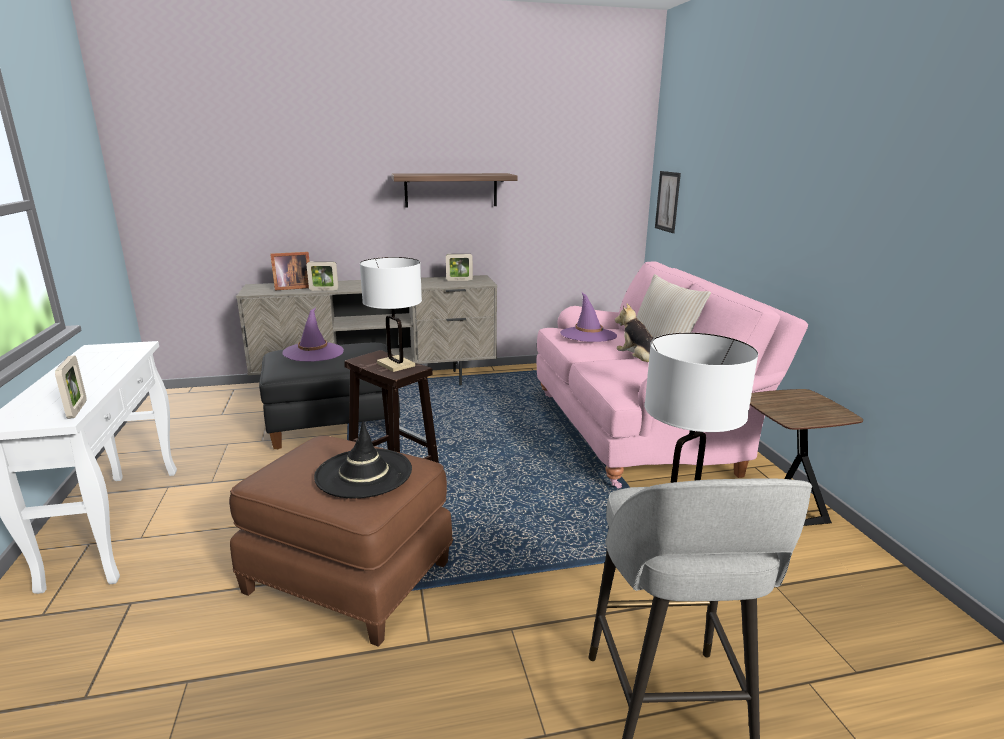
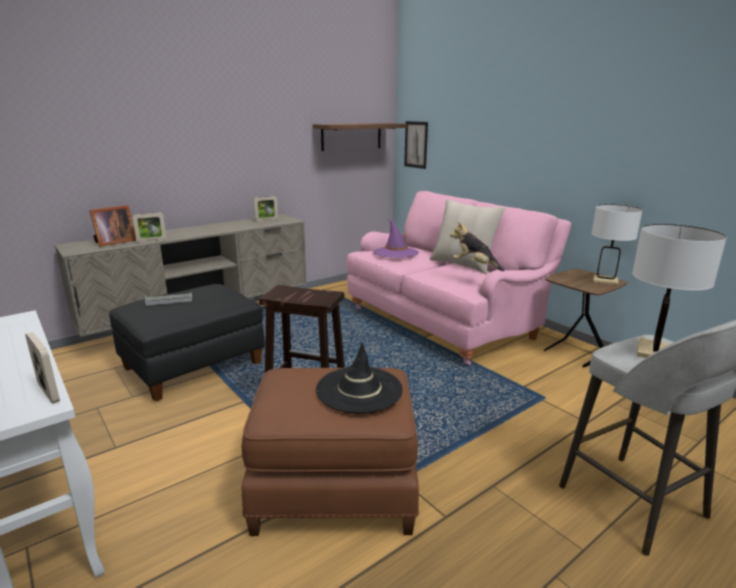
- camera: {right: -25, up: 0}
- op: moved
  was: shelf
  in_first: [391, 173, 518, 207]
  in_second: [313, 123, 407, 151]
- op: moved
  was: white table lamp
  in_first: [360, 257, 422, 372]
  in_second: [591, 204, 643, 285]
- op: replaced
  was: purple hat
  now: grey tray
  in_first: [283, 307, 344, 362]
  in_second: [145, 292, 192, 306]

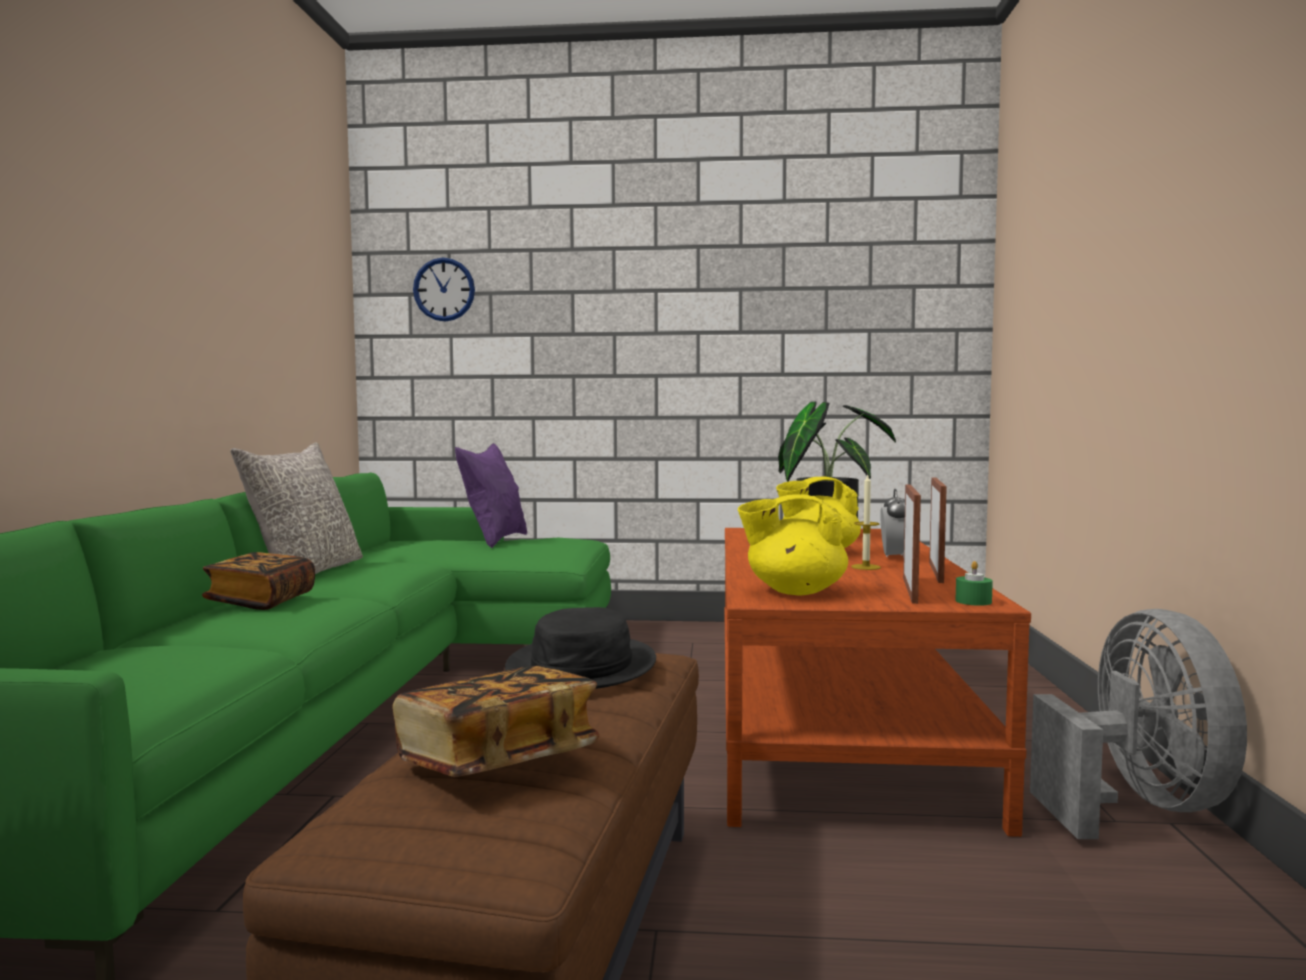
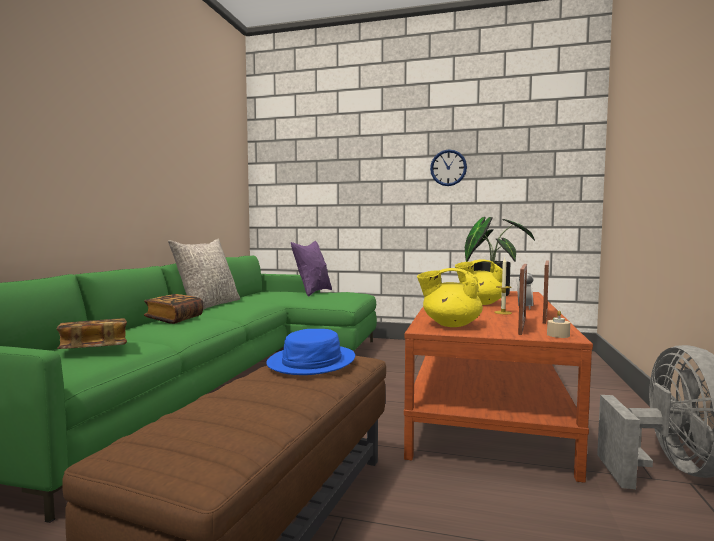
- camera: {right: 10, up: 0}
- op: moved
  was: wall clock
  in_first: [413, 257, 475, 321]
  in_second: [430, 149, 467, 186]
- op: recoloured
  was: green candle
  now: beige candle
  in_first: [956, 561, 993, 606]
  in_second: [547, 310, 570, 338]
- op: recoloured
  was: black hat
  now: blue hat
  in_first: [505, 607, 656, 689]
  in_second: [266, 329, 355, 375]
- op: moved
  was: book
  in_first: [392, 666, 599, 777]
  in_second: [57, 318, 127, 349]

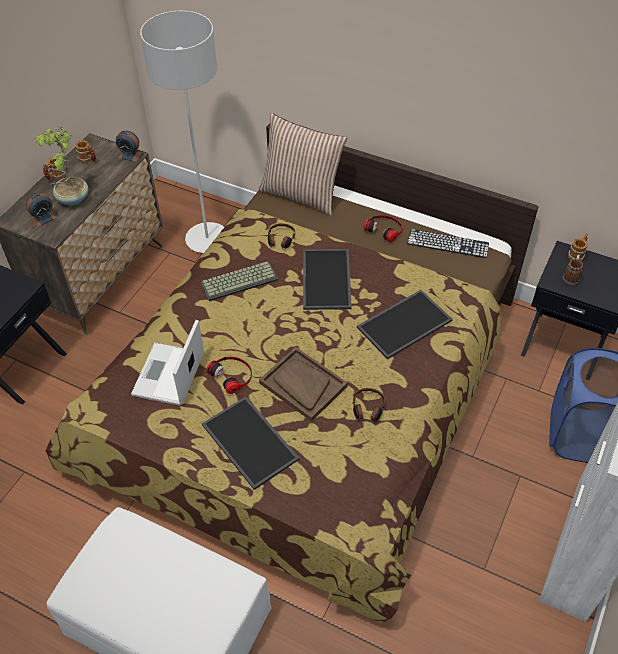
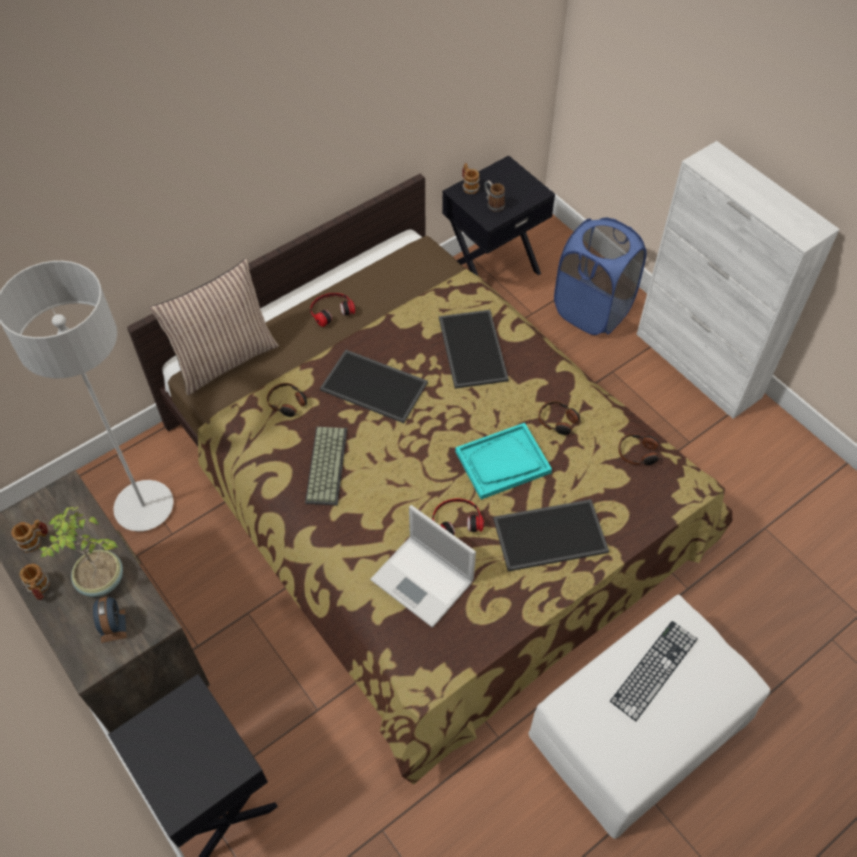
- camera: {right: -65, up: 5}
- op: removed
  was: alarm clock
  in_first: [116, 131, 143, 162]
- op: moved
  was: keyboard
  in_first: [407, 229, 489, 258]
  in_second: [610, 621, 698, 721]
- op: recoloured
  was: brown tray
  now: turquoise tray
  in_first: [259, 347, 348, 422]
  in_second: [455, 423, 552, 500]
- op: added
  now: headphones
  in_second: [618, 434, 662, 465]

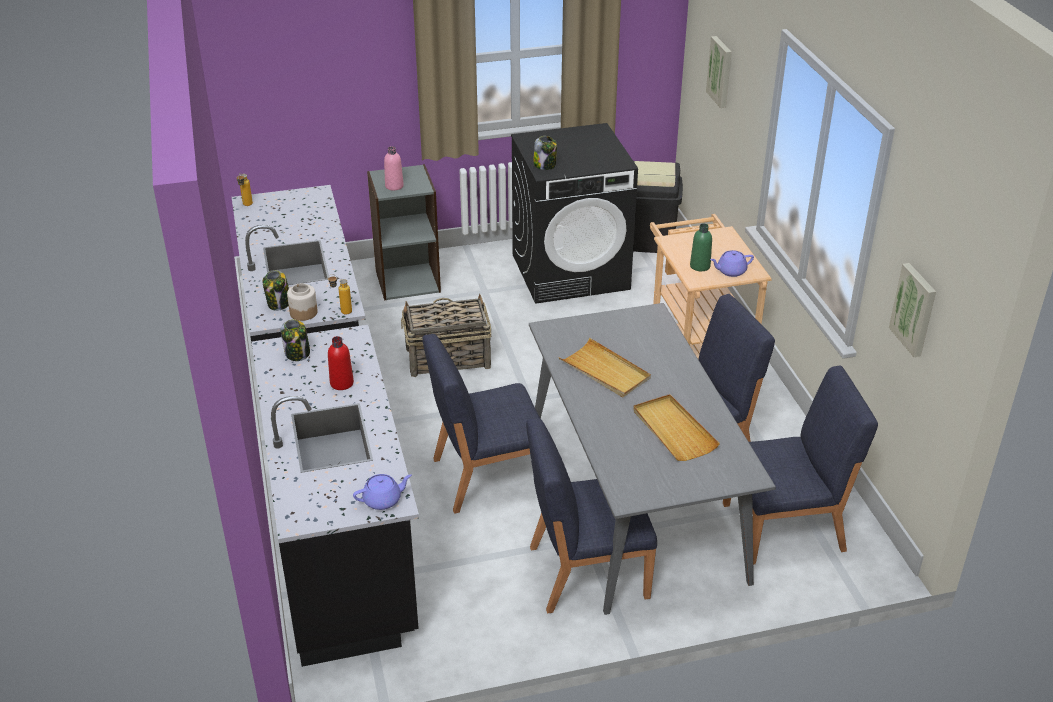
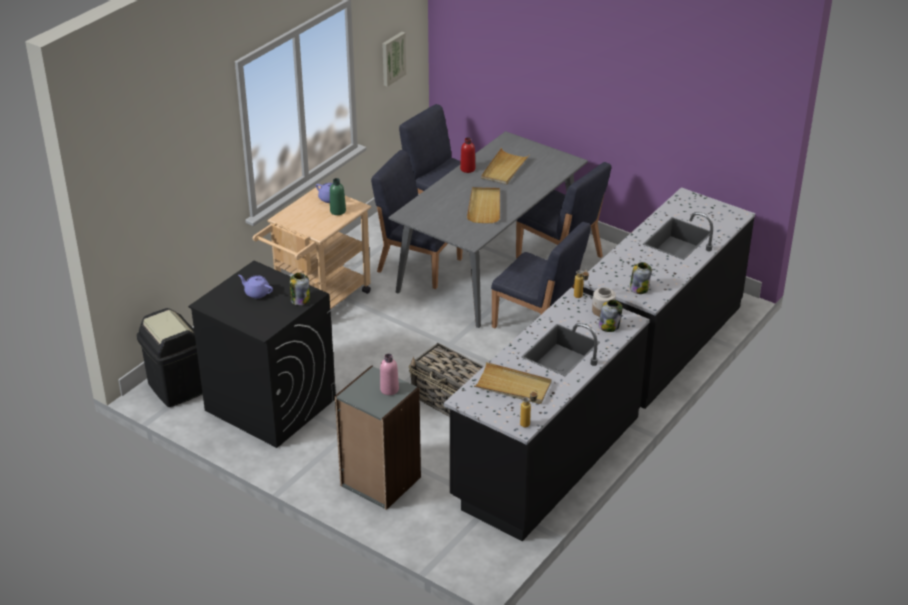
- camera: {right: -130, up: 0}
- op: removed
  was: picture
  in_first: [706, 36, 732, 108]
- op: moved
  was: red bottle
  in_first: [328, 336, 354, 390]
  in_second: [460, 137, 475, 173]
- op: moved
  was: purple teapot
  in_first: [353, 474, 412, 510]
  in_second: [238, 275, 273, 298]
- op: added
  now: beige tray
  in_second: [474, 362, 552, 404]

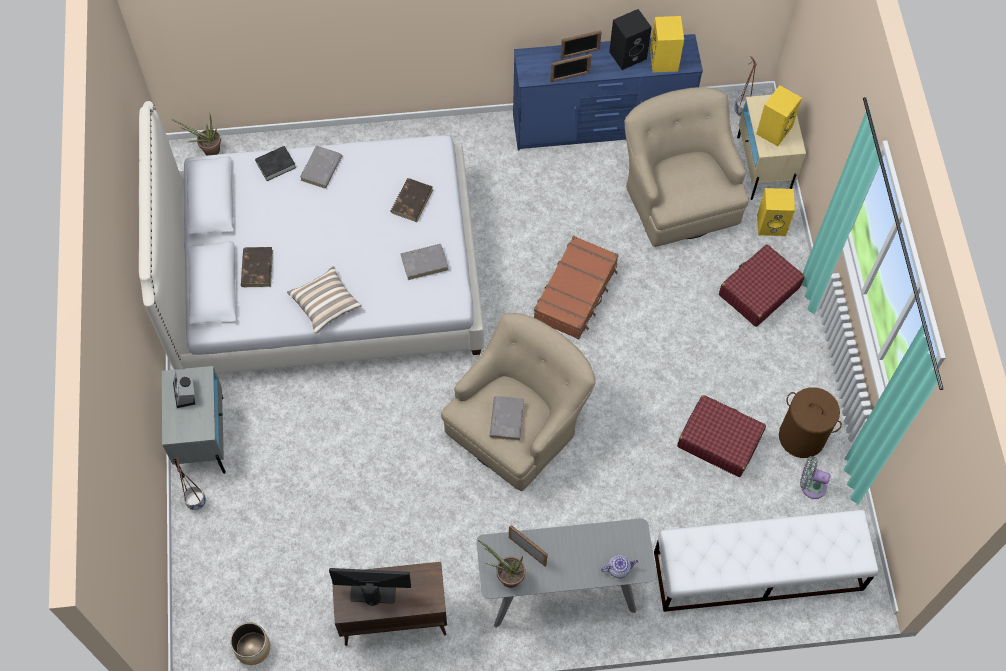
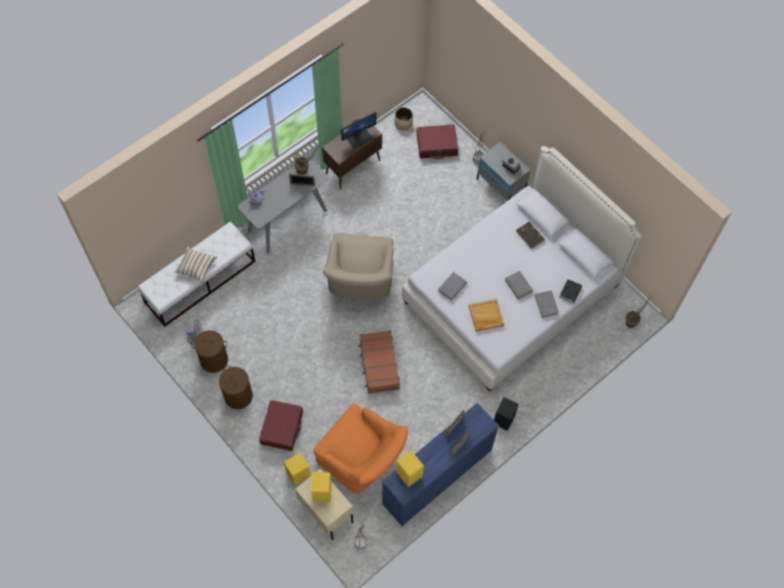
- camera: {right: 145, up: 0}
- op: moved
  was: black speaker
  in_first: [609, 9, 652, 70]
  in_second: [494, 397, 519, 431]
- op: recoloured
  was: beige armchair
  now: orange armchair
  in_first: [624, 87, 749, 247]
  in_second: [313, 403, 408, 493]
- op: replaced
  was: brown book
  now: beige tray
  in_first: [390, 178, 433, 222]
  in_second: [469, 299, 504, 332]
- op: moved
  was: pillow
  in_first: [287, 266, 362, 334]
  in_second: [174, 246, 217, 283]
- op: moved
  was: red suitcase
  in_first: [677, 395, 766, 477]
  in_second: [417, 124, 458, 159]
- op: moved
  was: grey book
  in_first: [490, 396, 524, 441]
  in_second: [505, 271, 533, 299]
- op: added
  now: brown laundry basket
  in_second: [219, 366, 253, 409]

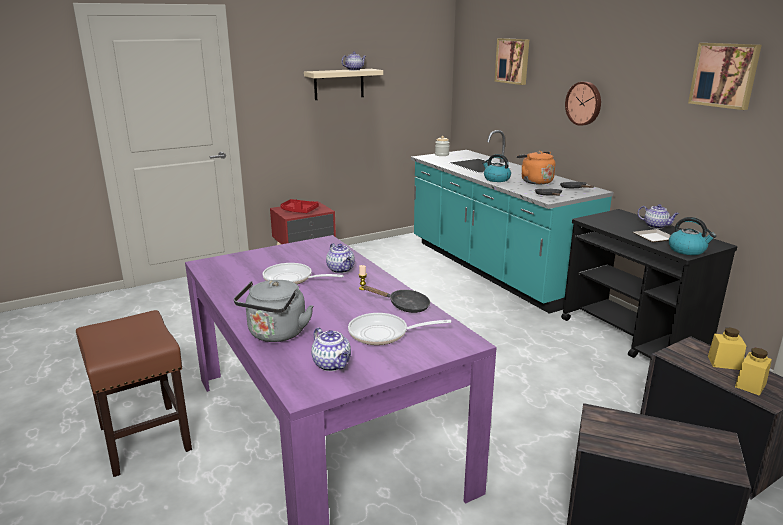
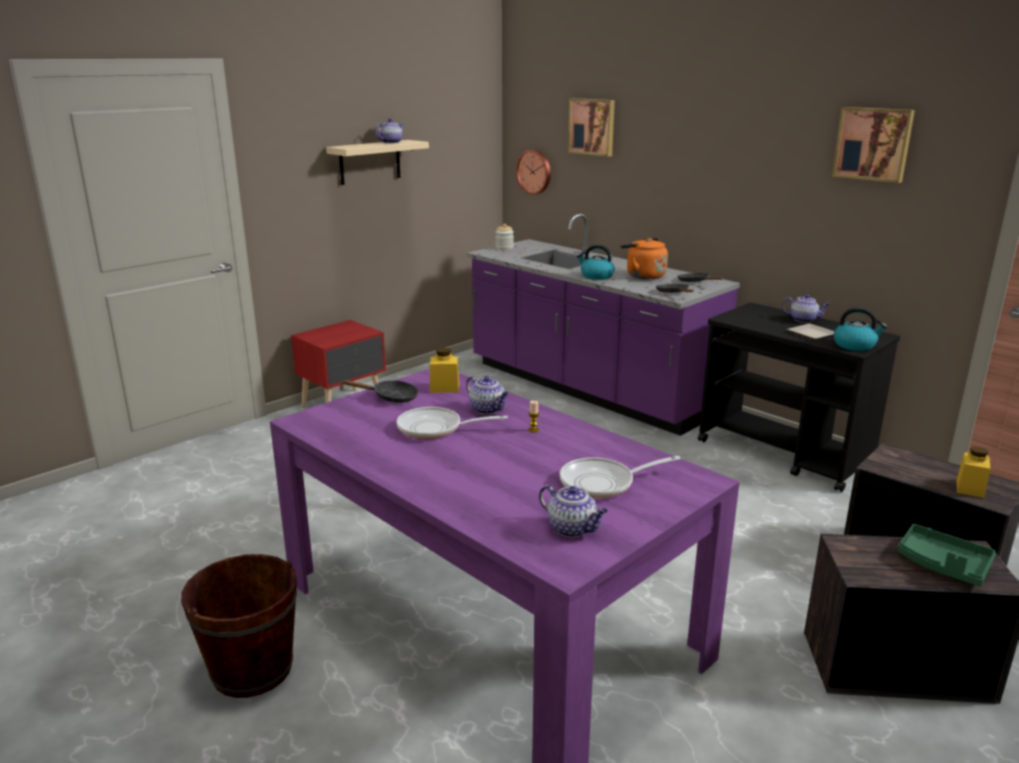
- camera: {right: -15, up: 0}
- op: moved
  was: wall clock
  in_first: [565, 82, 601, 126]
  in_second: [516, 150, 551, 195]
- op: recoloured
  was: turquoise counter
  now: purple counter
  in_first: [411, 130, 614, 314]
  in_second: [467, 214, 740, 436]
- op: removed
  was: red tray
  in_first: [280, 199, 319, 213]
- op: removed
  was: grey kettle
  in_first: [234, 280, 313, 342]
- op: moved
  was: black frying pan
  in_first: [363, 285, 430, 313]
  in_second: [343, 380, 418, 403]
- op: replaced
  was: brown stool
  now: brown bucket
  in_first: [76, 310, 192, 477]
  in_second: [181, 554, 297, 698]
- op: moved
  was: yellow jar
  in_first: [708, 327, 746, 370]
  in_second: [430, 347, 459, 393]
- op: added
  now: green tray
  in_second: [898, 524, 996, 586]

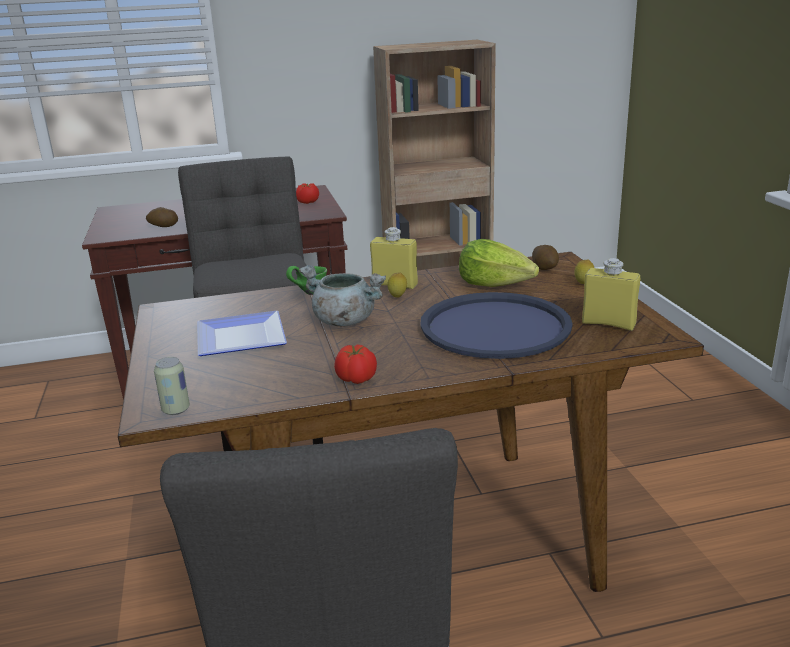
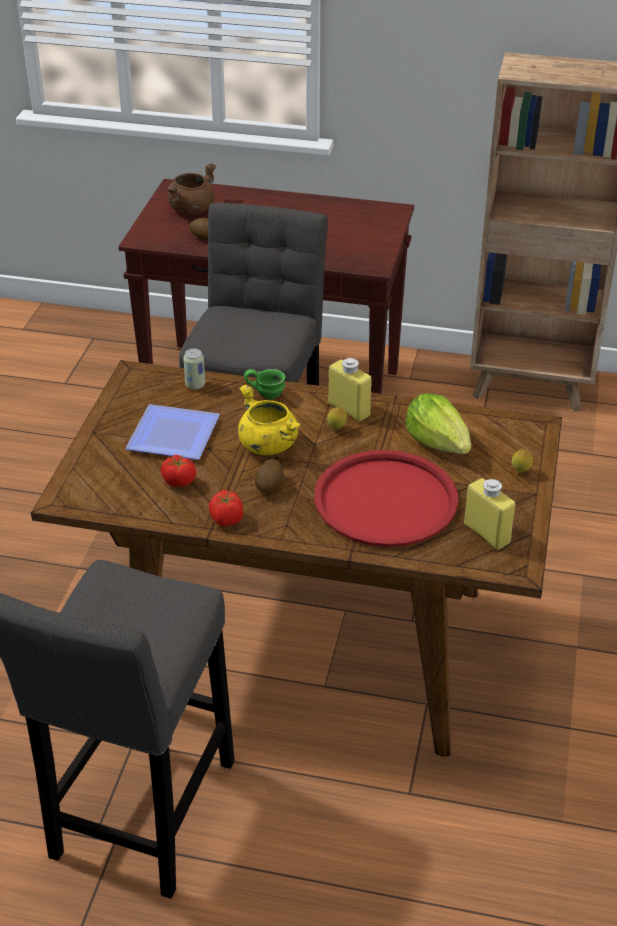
- camera: {right: 25, up: 15}
- op: moved
  was: tomato
  in_first: [296, 183, 319, 204]
  in_second: [161, 455, 196, 487]
- op: moved
  was: potato
  in_first: [532, 245, 559, 270]
  in_second: [255, 459, 284, 493]
- op: recoloured
  was: grey cooking pot
  now: yellow cooking pot
  in_first: [299, 265, 386, 327]
  in_second: [238, 385, 302, 455]
- op: recoloured
  was: blue tray
  now: red tray
  in_first: [420, 292, 573, 359]
  in_second: [314, 450, 458, 547]
- op: moved
  was: can
  in_first: [154, 357, 190, 415]
  in_second: [183, 348, 205, 390]
- op: added
  now: brown cooking pot
  in_second: [167, 163, 216, 215]

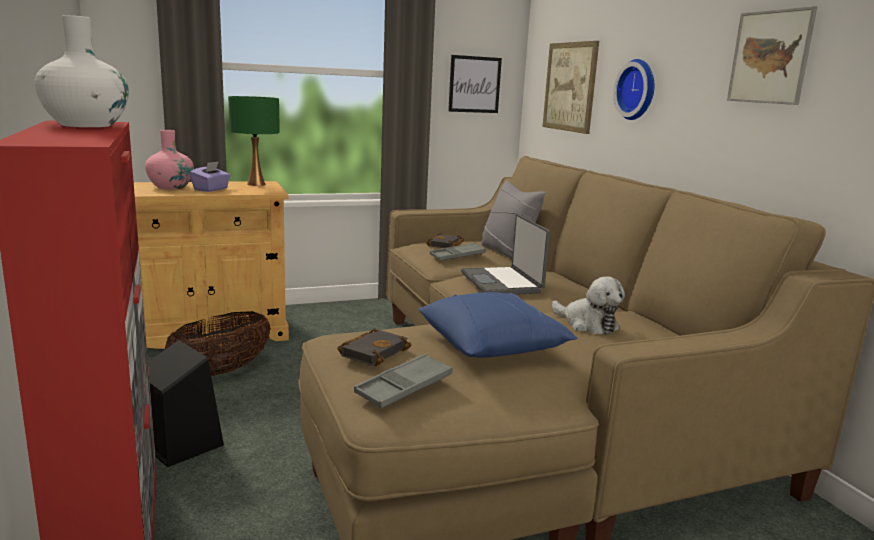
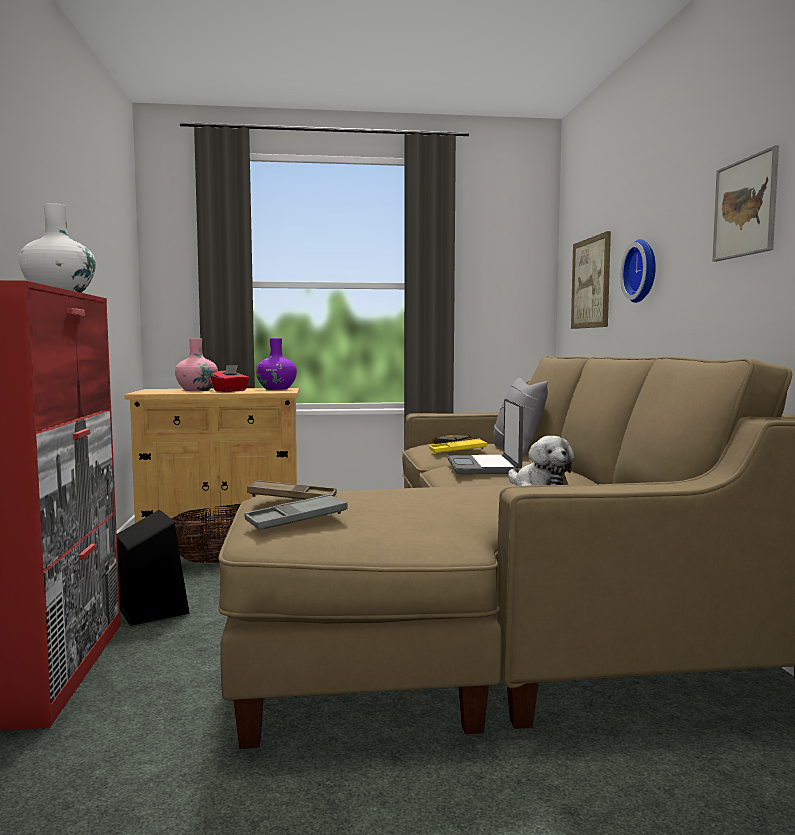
- camera: {right: 15, up: -10}
- op: removed
  was: picture
  in_first: [448, 55, 502, 113]
- op: replaced
  was: green table lamp
  now: purple vase
  in_first: [228, 96, 280, 186]
  in_second: [256, 338, 297, 390]
- op: recoloured
  was: purple tissue box
  now: red tissue box
  in_first: [190, 161, 231, 192]
  in_second: [211, 365, 249, 392]
- op: recoloured
  was: grey tray
  now: yellow tray
  in_first: [430, 243, 486, 261]
  in_second: [429, 439, 487, 453]
- op: removed
  was: blue pillow
  in_first: [418, 292, 578, 358]
- op: replaced
  was: black book
  now: brown tray
  in_first: [337, 328, 411, 366]
  in_second: [247, 480, 337, 500]

